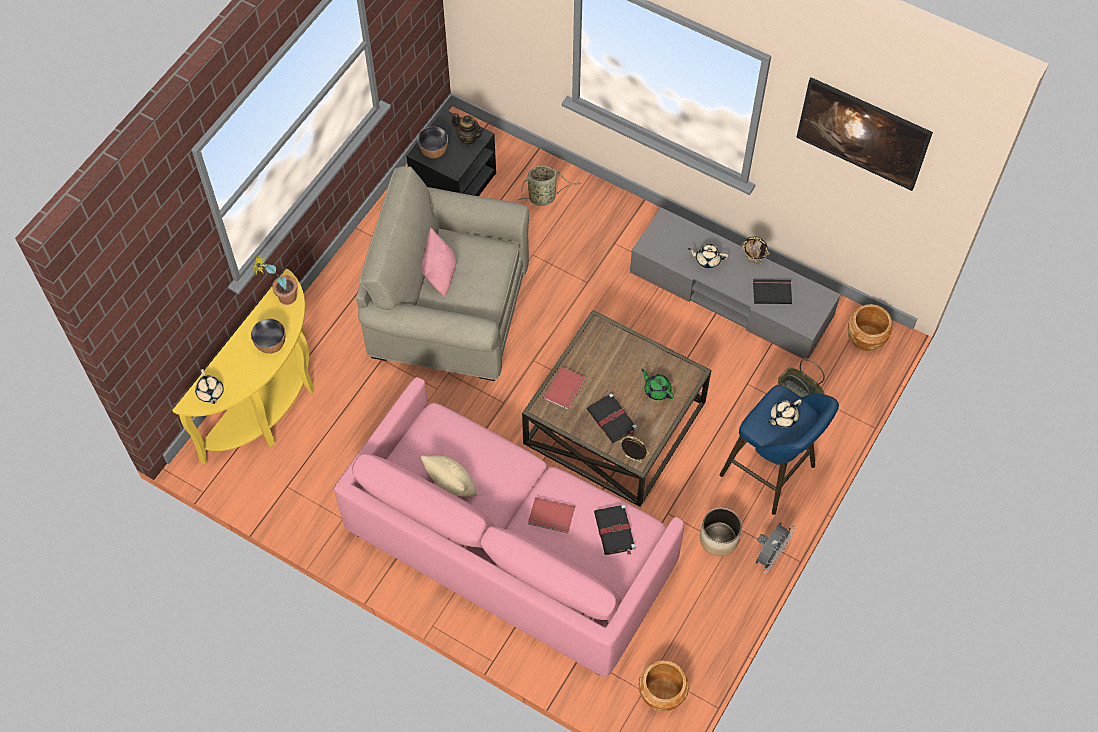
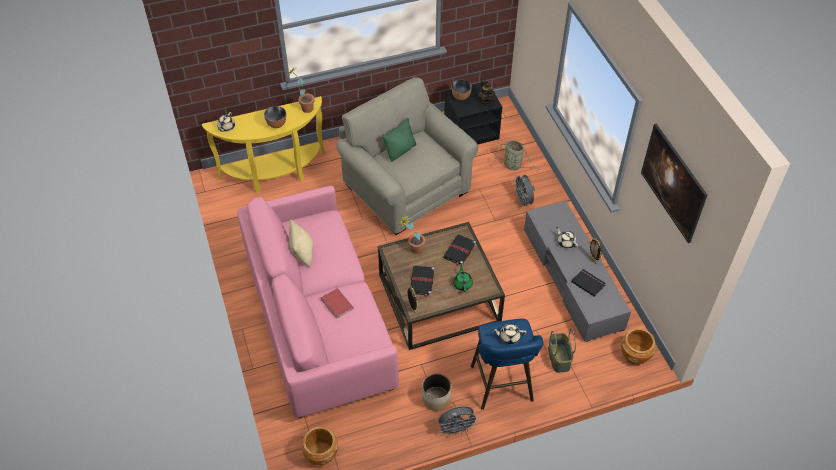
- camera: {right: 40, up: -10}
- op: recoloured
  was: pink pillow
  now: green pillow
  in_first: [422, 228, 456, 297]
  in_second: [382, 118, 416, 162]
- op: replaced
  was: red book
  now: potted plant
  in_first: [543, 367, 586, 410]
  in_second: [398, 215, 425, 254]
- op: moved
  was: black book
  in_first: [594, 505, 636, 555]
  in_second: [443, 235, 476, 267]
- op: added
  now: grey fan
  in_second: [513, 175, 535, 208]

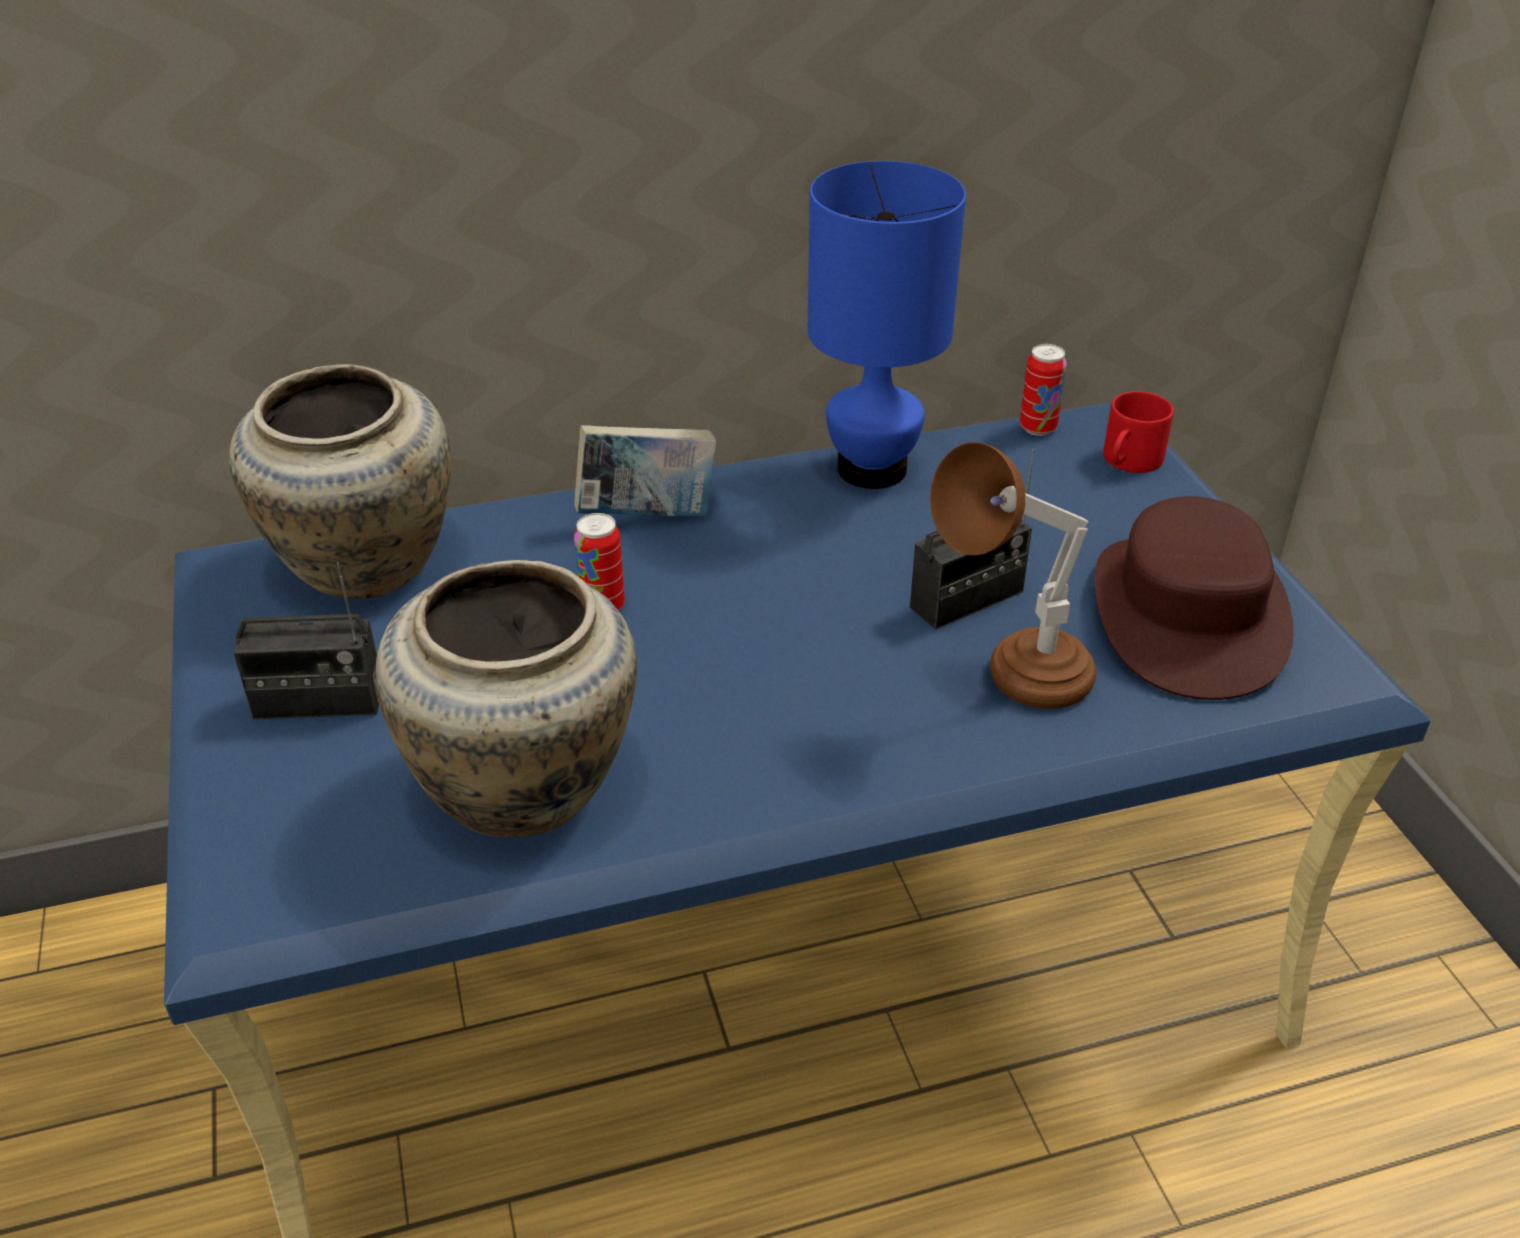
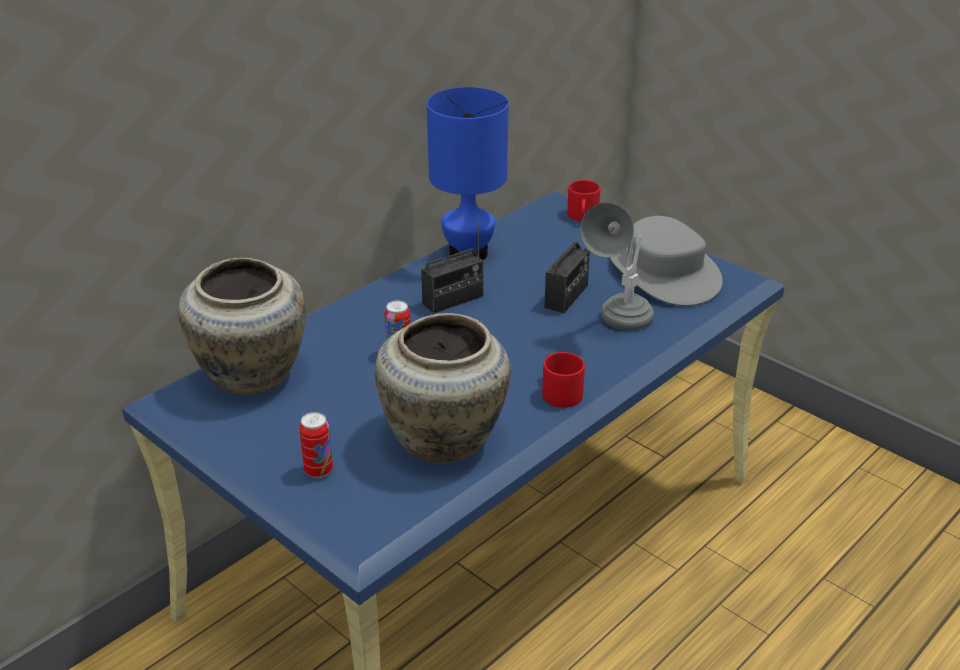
- camera: {right: -30, up: -5}
- op: moved
  was: can
  in_first: [1020, 344, 1067, 436]
  in_second: [299, 412, 333, 478]
- op: removed
  was: book
  in_first: [574, 425, 717, 516]
- op: recoloured
  was: brown table lamp
  now: grey table lamp
  in_first: [930, 442, 1096, 709]
  in_second: [580, 203, 654, 331]
- op: recoloured
  was: brown hat
  now: grey hat
  in_first: [1095, 496, 1293, 700]
  in_second: [610, 216, 723, 306]
- op: moved
  was: radio
  in_first: [234, 562, 379, 720]
  in_second: [421, 218, 483, 314]
- op: added
  now: red mug
  in_second: [542, 352, 585, 408]

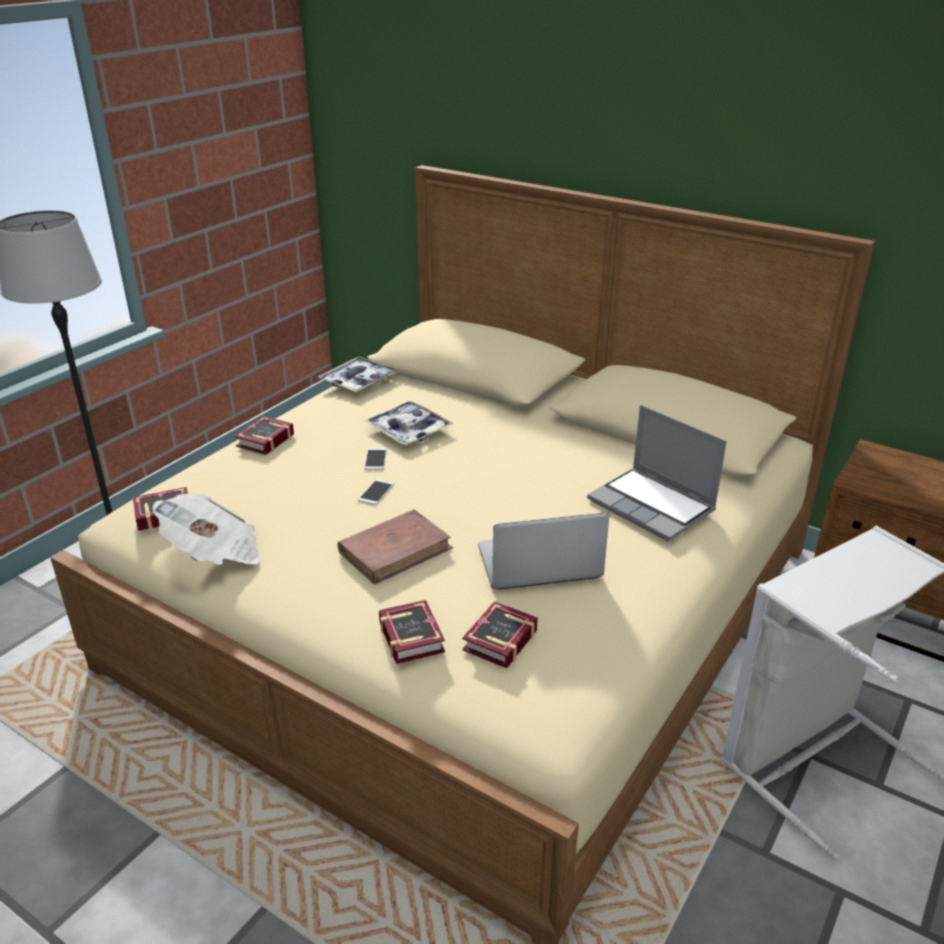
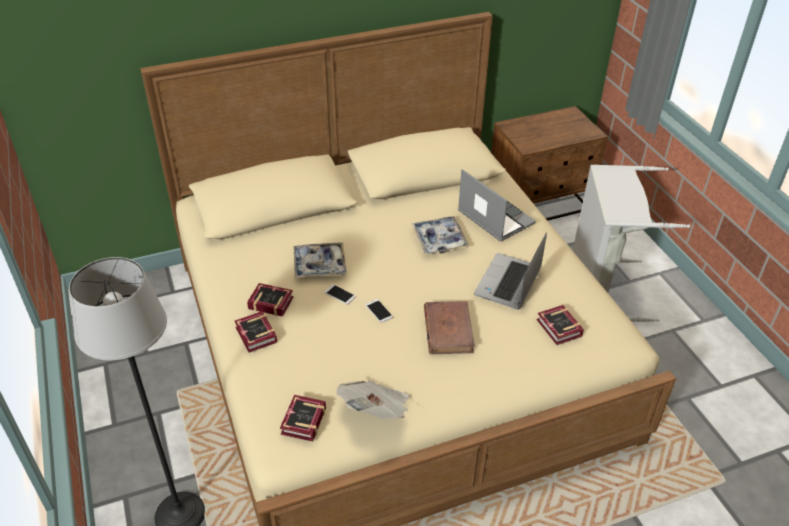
- camera: {right: -55, up: 10}
- op: moved
  was: tray
  in_first: [318, 357, 399, 392]
  in_second: [412, 216, 469, 254]
- op: turned
  was: laptop
  in_first: [587, 405, 727, 541]
  in_second: [458, 169, 536, 242]
  clockwise: -120
- op: moved
  was: book
  in_first: [379, 600, 445, 664]
  in_second: [247, 283, 293, 317]

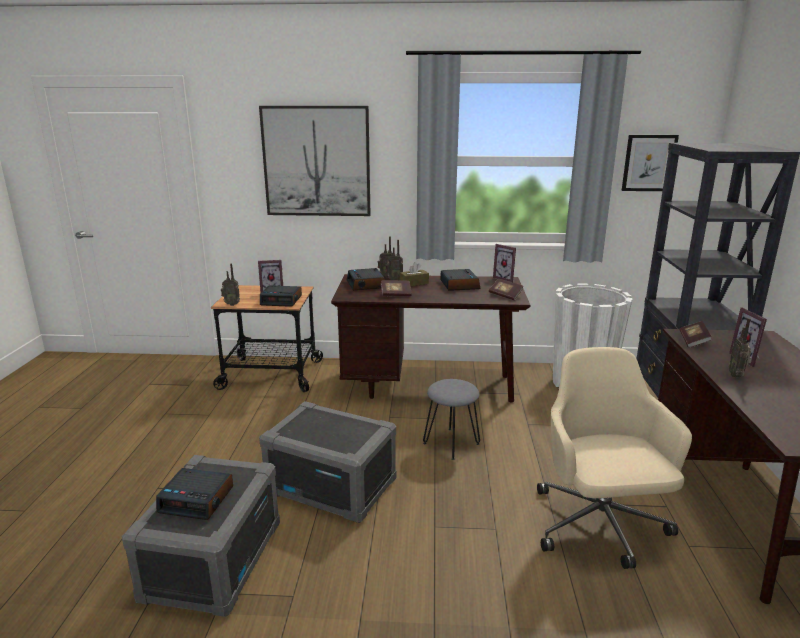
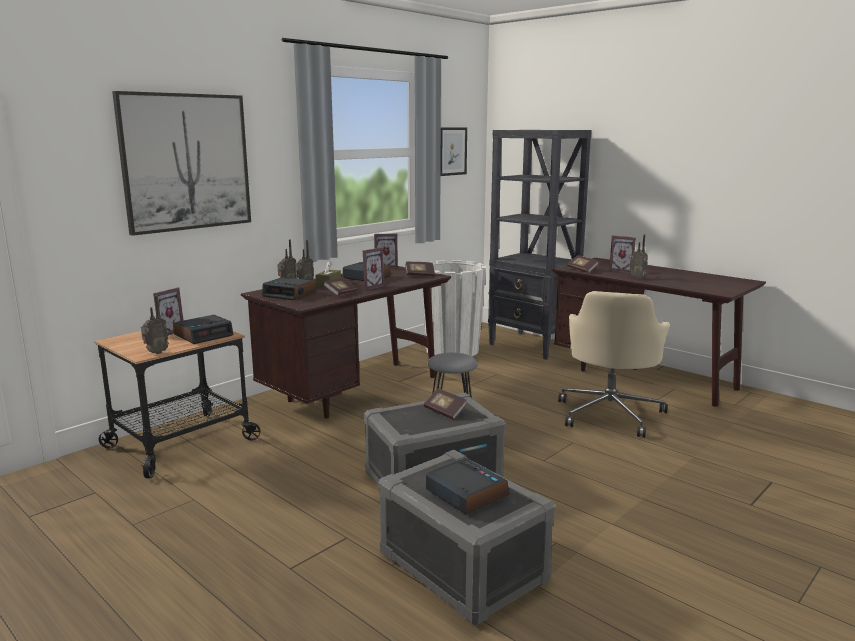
- camera: {right: -50, up: -5}
- op: turned
  was: beige office chair
  in_first: [537, 347, 692, 569]
  in_second: [558, 291, 670, 438]
  clockwise: -105
- op: turned
  was: alarm clock
  in_first: [156, 468, 233, 520]
  in_second: [426, 458, 509, 515]
  clockwise: -90
- op: added
  now: picture frame
  in_second: [363, 247, 385, 290]
- op: added
  now: book
  in_second: [424, 388, 467, 420]

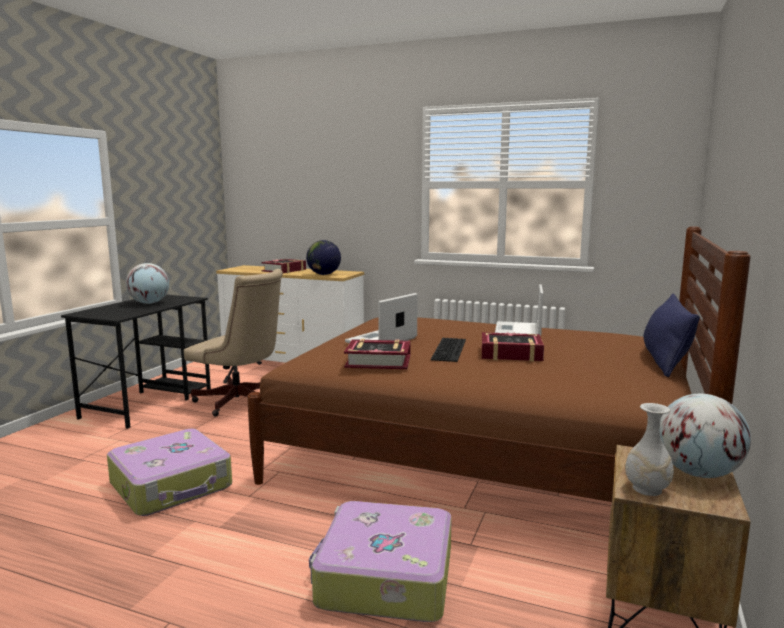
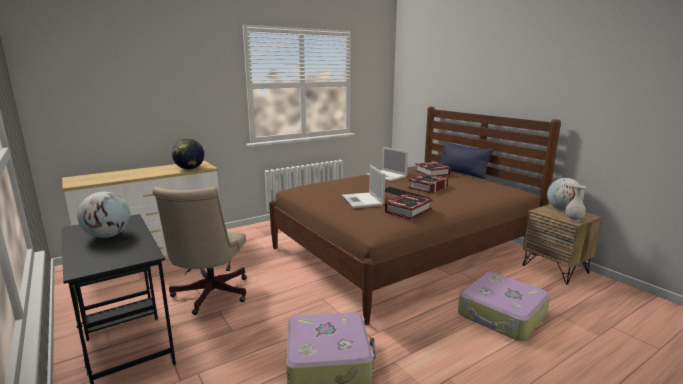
- camera: {right: -55, up: 5}
- op: moved
  was: book
  in_first: [261, 259, 306, 273]
  in_second: [415, 162, 451, 176]
- op: turned
  was: beige office chair
  in_first: [184, 269, 283, 416]
  in_second: [152, 187, 247, 315]
  clockwise: 120

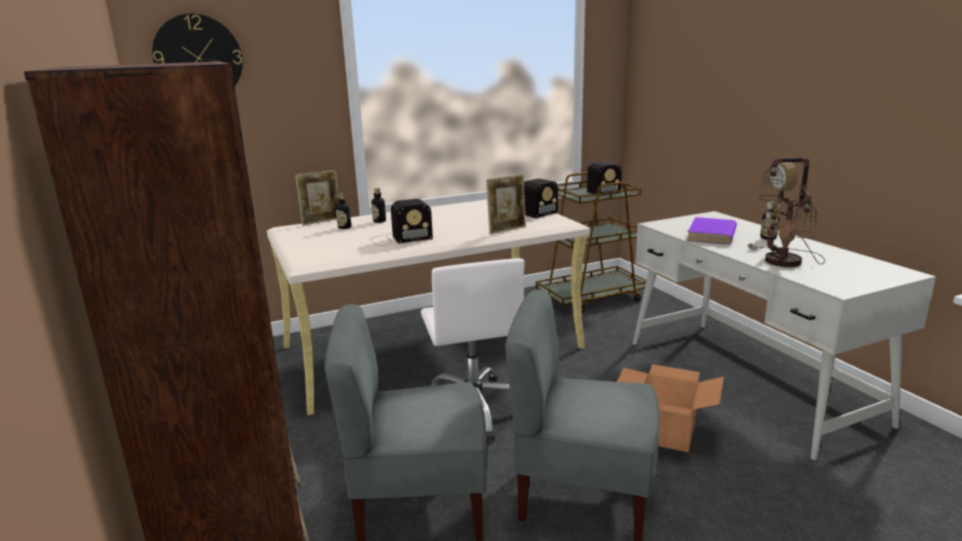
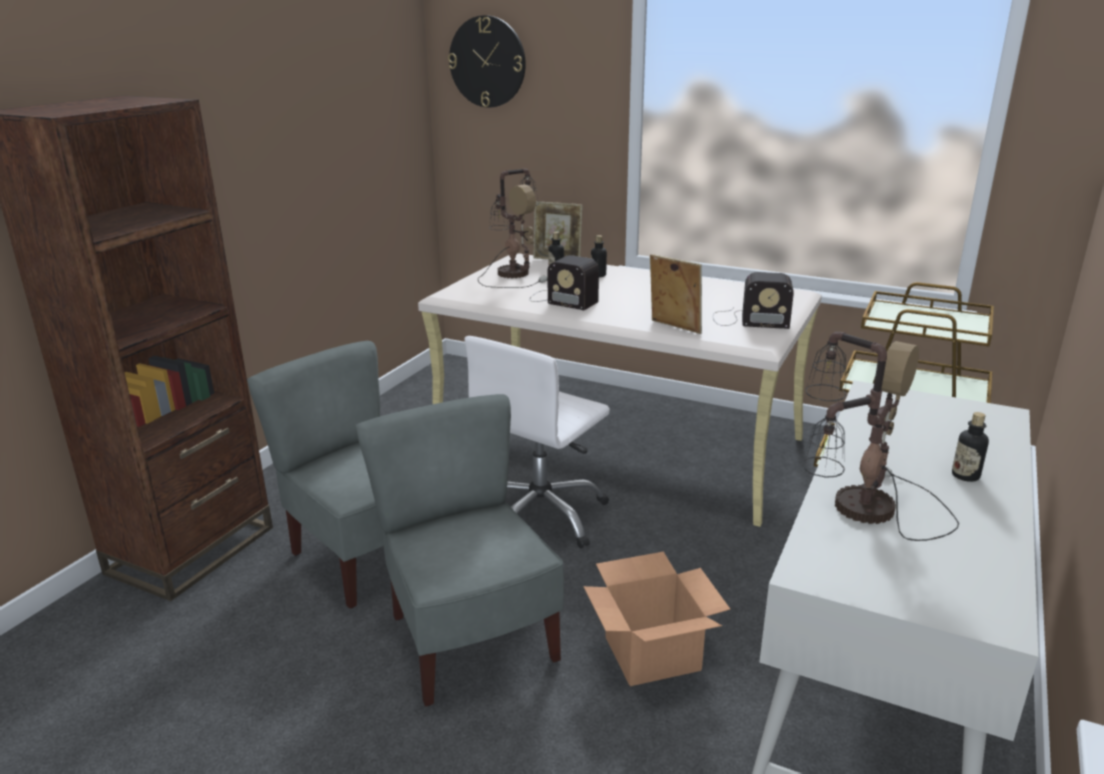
- camera: {right: 50, up: 5}
- op: removed
  was: radio
  in_first: [571, 161, 622, 197]
- op: turned
  was: picture frame
  in_first: [486, 174, 526, 234]
  in_second: [650, 254, 702, 334]
  clockwise: -150
- op: removed
  was: purple book
  in_first: [687, 217, 737, 245]
- op: added
  now: table lamp
  in_second: [478, 169, 548, 288]

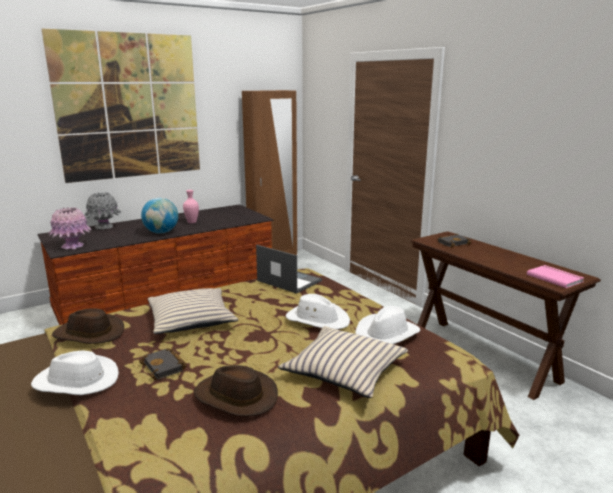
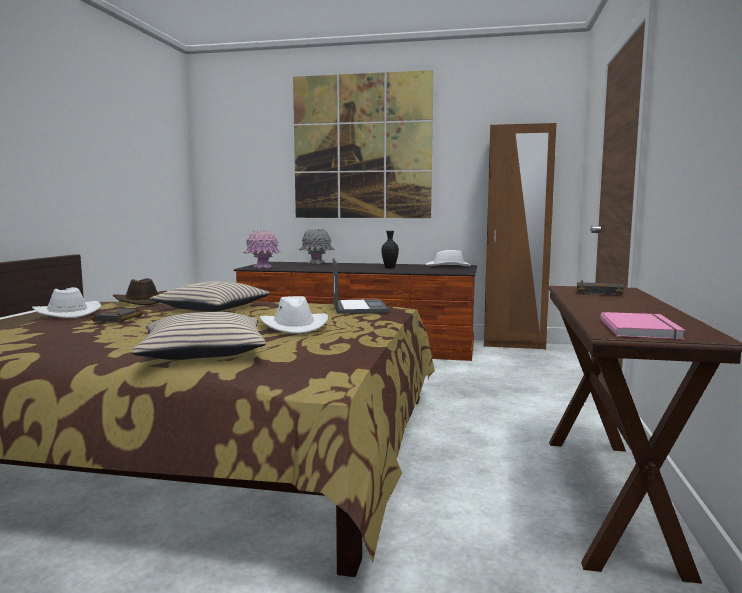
- camera: {right: 45, up: -10}
- op: recoloured
  was: pink vase
  now: black vase
  in_first: [183, 190, 199, 224]
  in_second: [381, 231, 399, 268]
- op: removed
  was: globe
  in_first: [141, 198, 178, 234]
- op: moved
  was: white hat
  in_first: [355, 306, 420, 344]
  in_second: [425, 250, 471, 266]
- op: removed
  was: brown hat
  in_first: [194, 365, 278, 417]

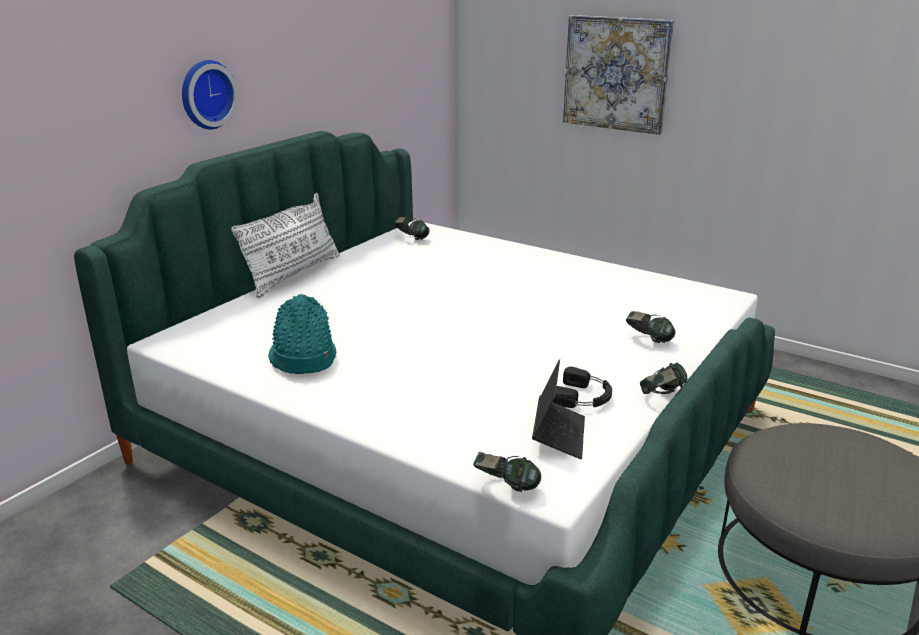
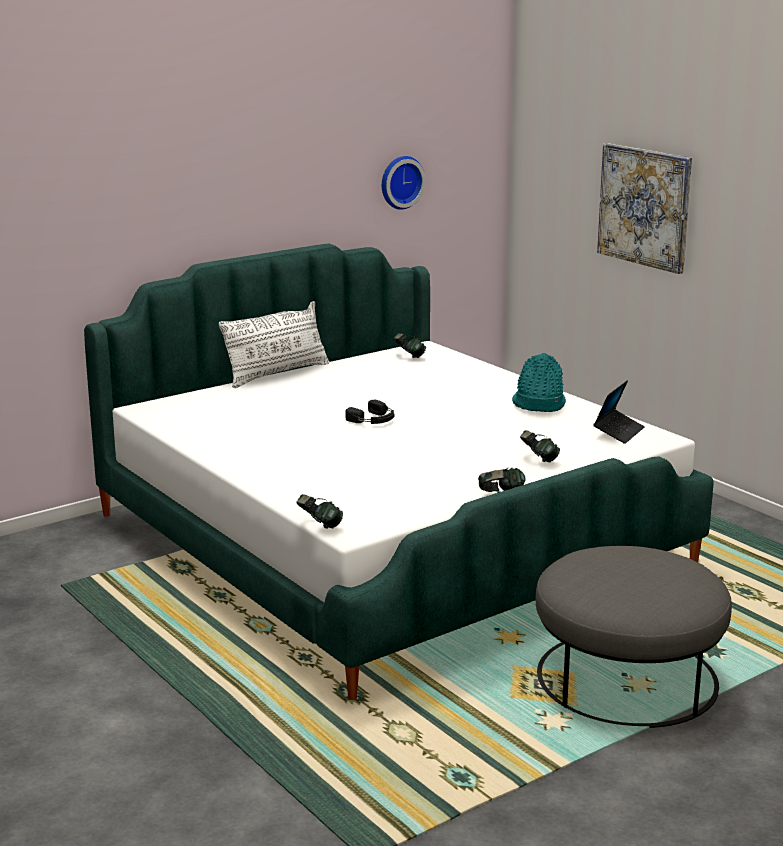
- camera: {right: 20, up: -5}
- op: moved
  was: wall clock
  in_first: [182, 60, 238, 129]
  in_second: [382, 156, 426, 210]
- op: moved
  was: turquoise hat
  in_first: [268, 294, 336, 374]
  in_second: [512, 353, 566, 412]
- op: moved
  was: laptop
  in_first: [532, 359, 585, 459]
  in_second: [593, 380, 645, 444]
- op: moved
  was: black headphones
  in_first: [553, 367, 612, 408]
  in_second: [345, 400, 394, 424]

